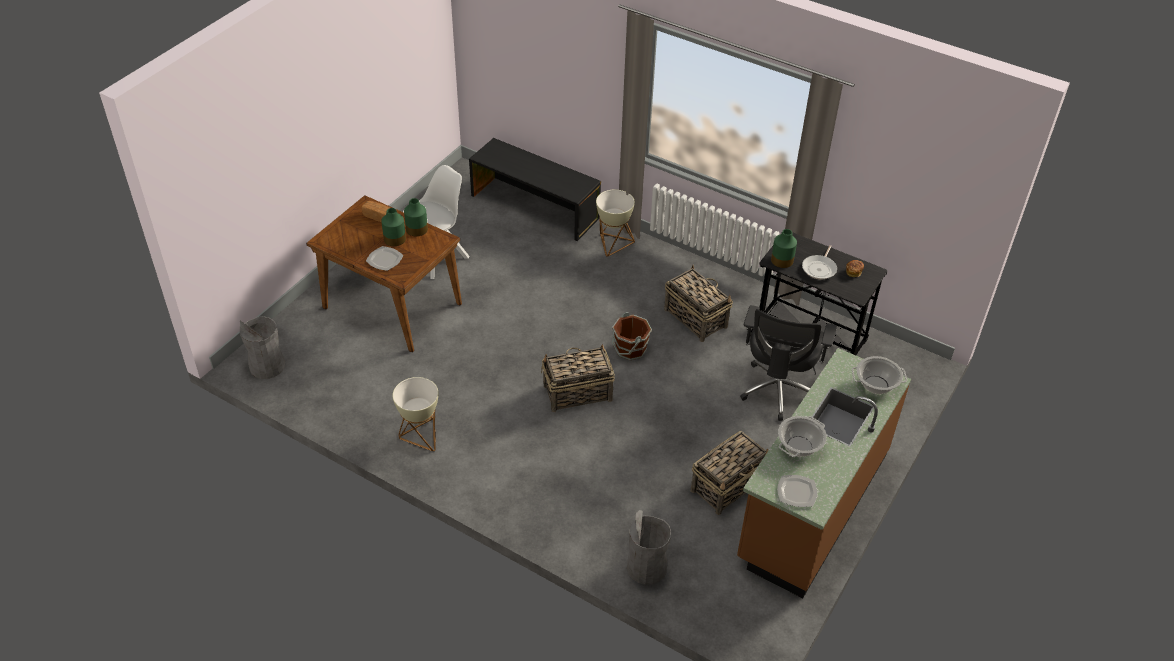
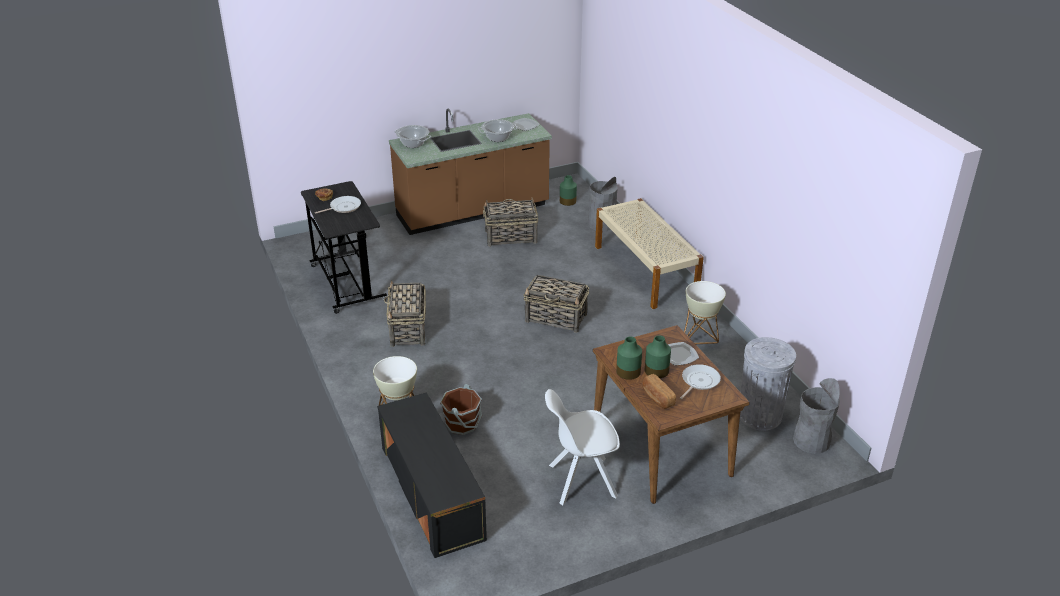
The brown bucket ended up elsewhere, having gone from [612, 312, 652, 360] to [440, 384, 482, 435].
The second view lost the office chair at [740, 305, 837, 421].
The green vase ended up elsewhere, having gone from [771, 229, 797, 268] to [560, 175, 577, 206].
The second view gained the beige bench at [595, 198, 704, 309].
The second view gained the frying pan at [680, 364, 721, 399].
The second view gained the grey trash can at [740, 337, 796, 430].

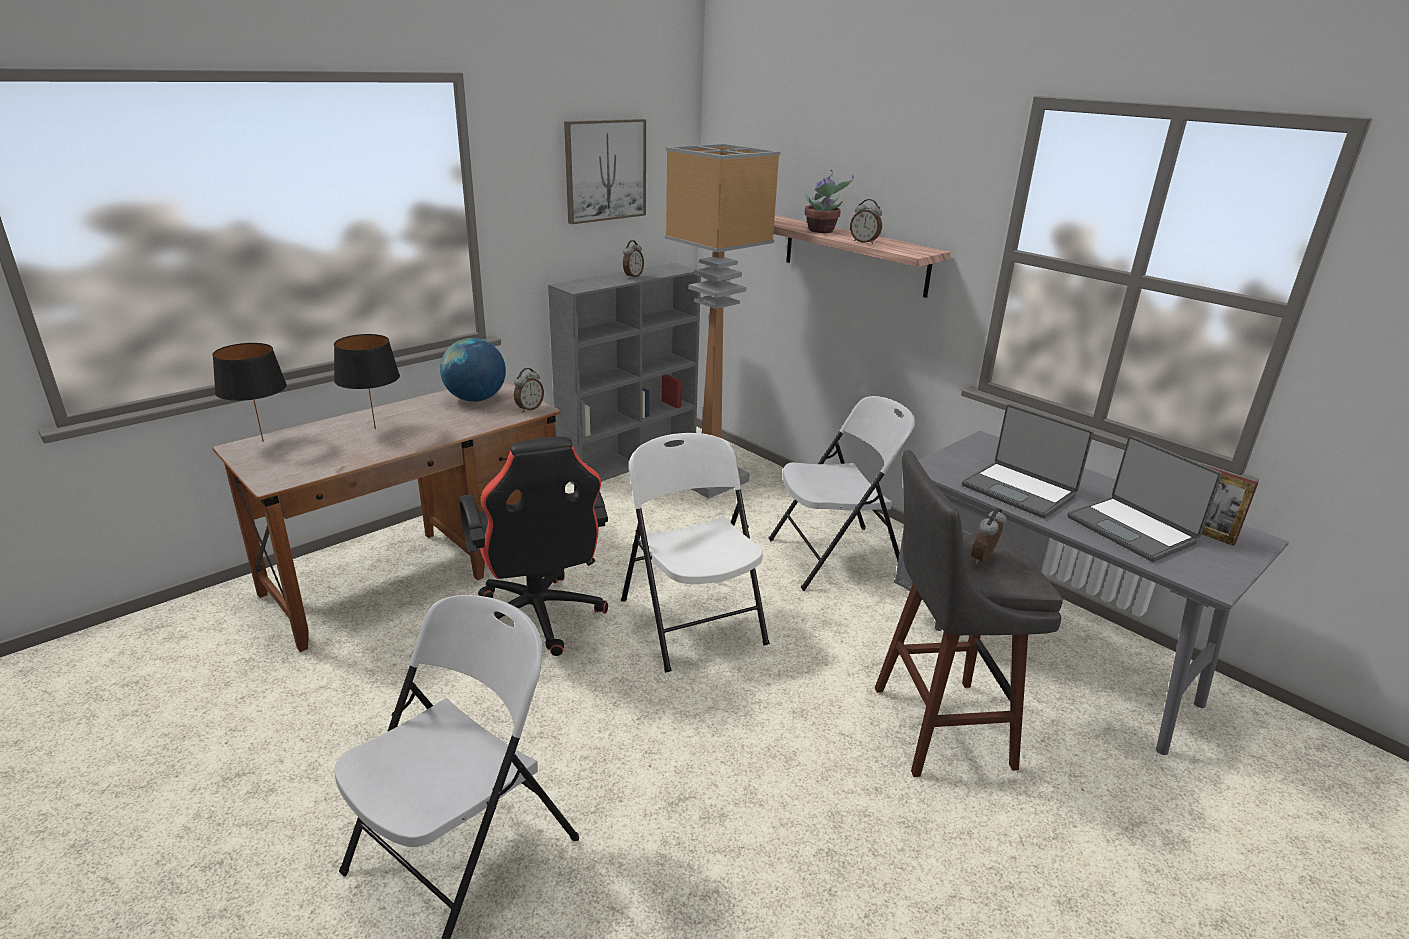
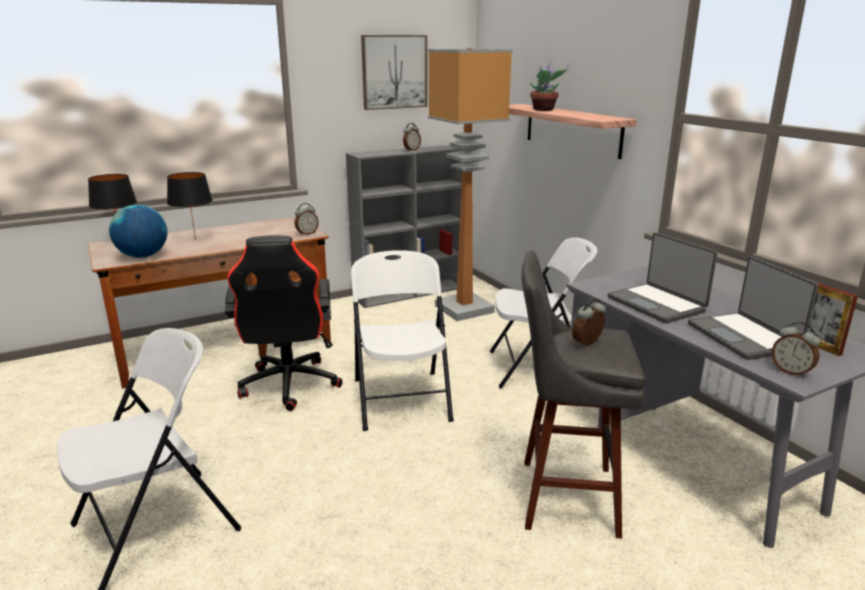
The globe ended up elsewhere, having gone from [440, 338, 506, 402] to [109, 204, 167, 258].
The alarm clock ended up elsewhere, having gone from [850, 199, 882, 244] to [772, 322, 821, 378].

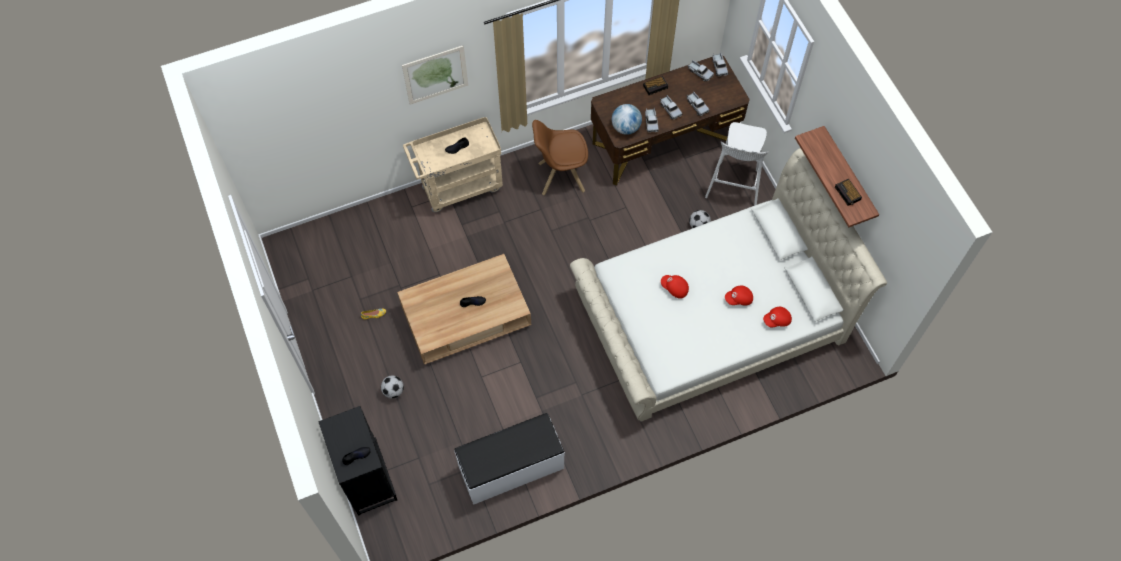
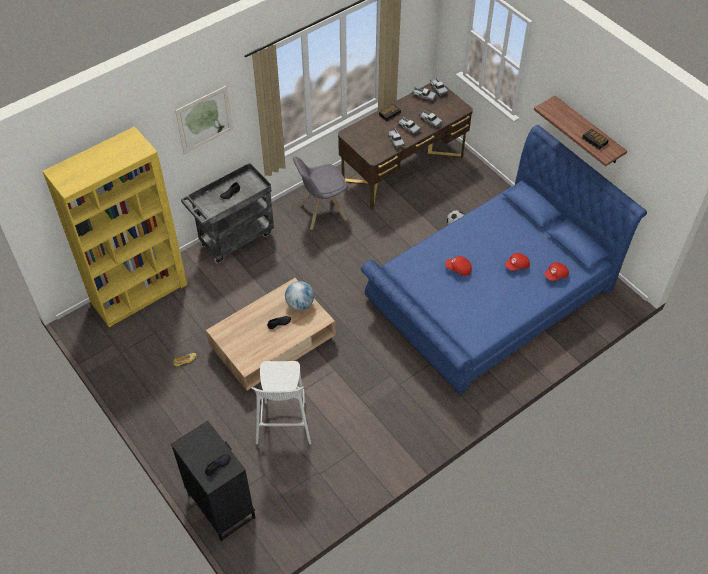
The second view lost the football at [381, 375, 404, 399].
What was the beige cart at [403, 117, 503, 212] turned into the black cart at [181, 163, 274, 263].
The second view lost the white bench at [454, 413, 565, 505].
What was the brown chair at [532, 120, 588, 195] turned into the grey chair at [293, 156, 347, 230].
What was the beige bed at [570, 148, 887, 421] turned into the blue bed at [361, 125, 647, 394].
The globe ended up elsewhere, having gone from [612, 104, 642, 135] to [285, 281, 314, 310].
The white stool ended up elsewhere, having gone from [705, 122, 769, 206] to [251, 361, 311, 445].
The second view gained the yellow bookcase at [42, 126, 187, 327].

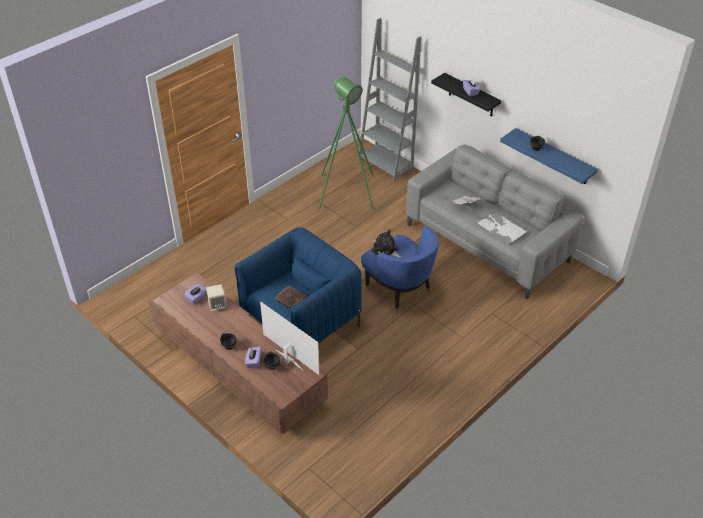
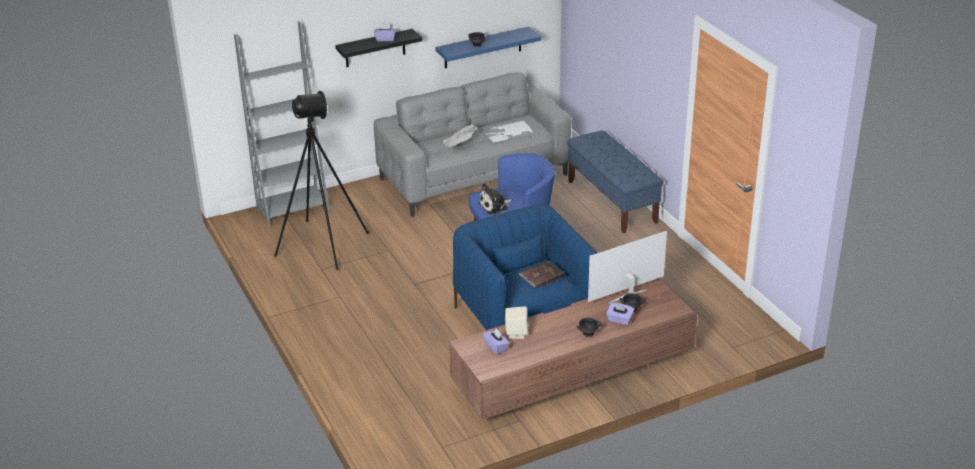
What was the green floor lamp at [318, 77, 374, 210] turned into the black floor lamp at [274, 91, 369, 270].
The second view gained the blue bench at [567, 131, 663, 233].

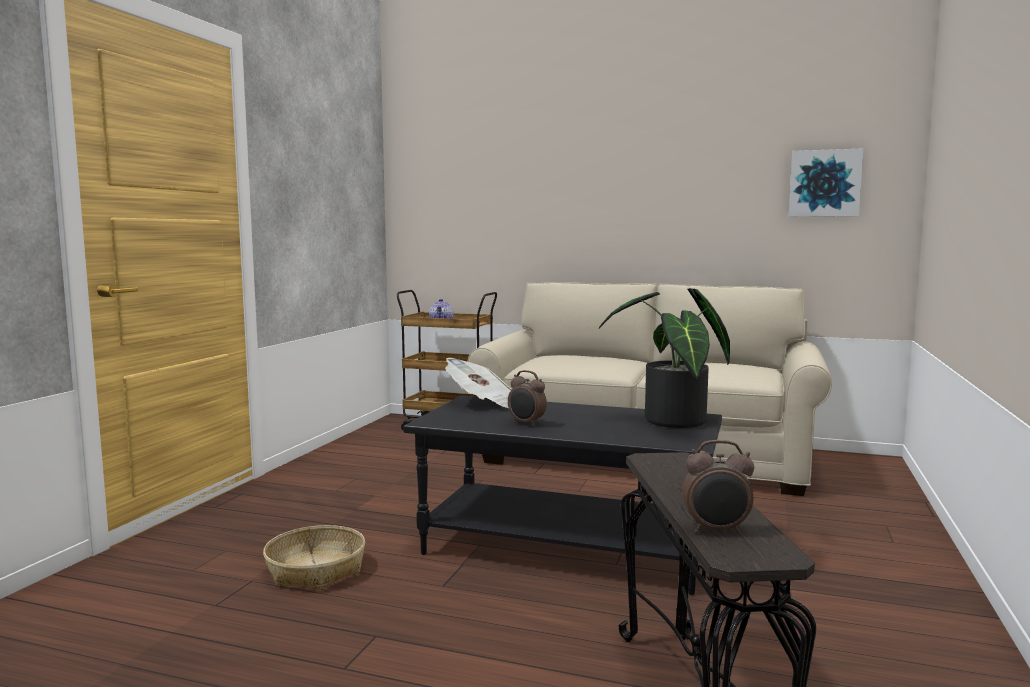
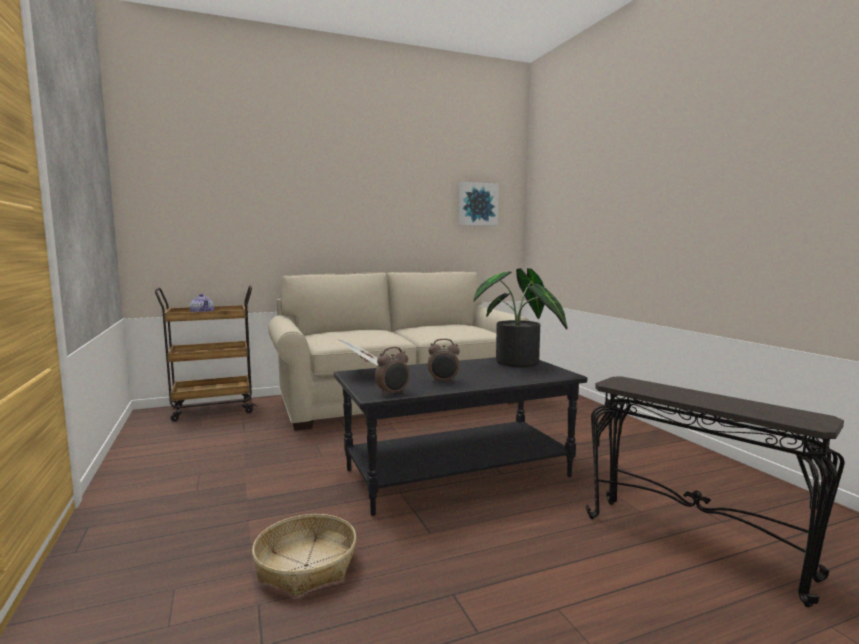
The alarm clock ended up elsewhere, having gone from [682, 440, 754, 534] to [375, 347, 410, 397].

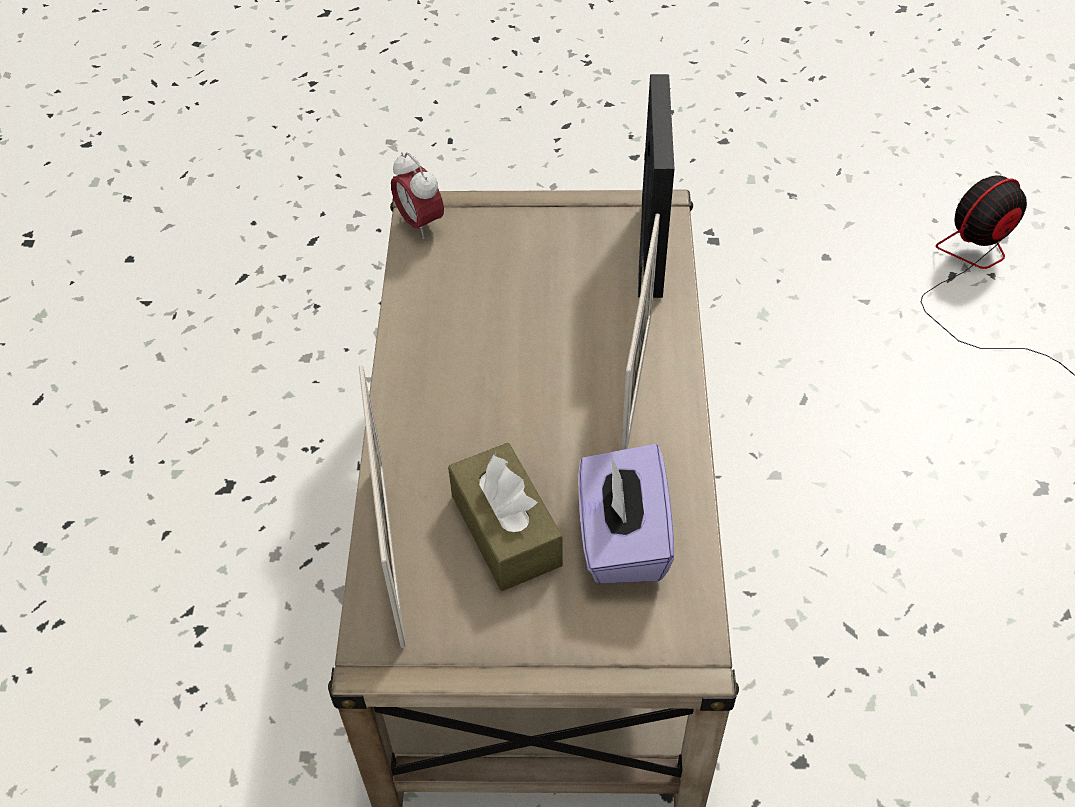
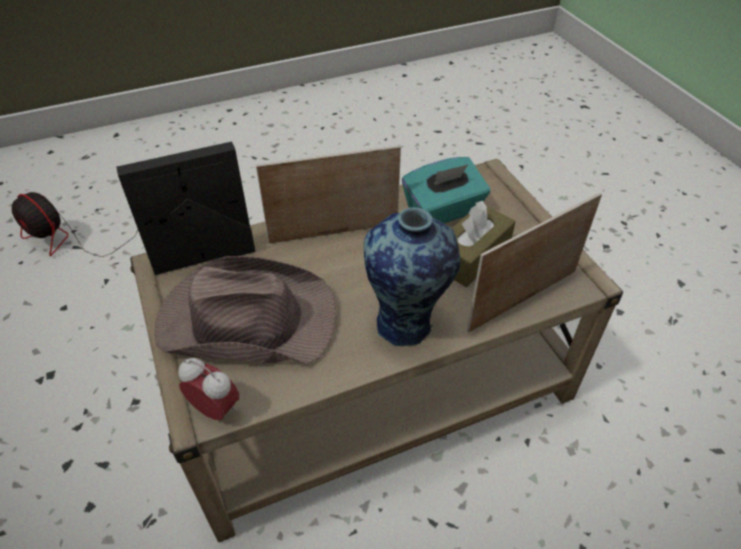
The alarm clock at [391, 152, 444, 239] ended up facing another way, 90 degrees counterclockwise from before.
What was the purple tissue box at [578, 444, 674, 584] turned into the turquoise tissue box at [402, 157, 490, 224].
The second view gained the brown hat at [155, 256, 336, 365].
The second view gained the vase at [364, 207, 460, 346].

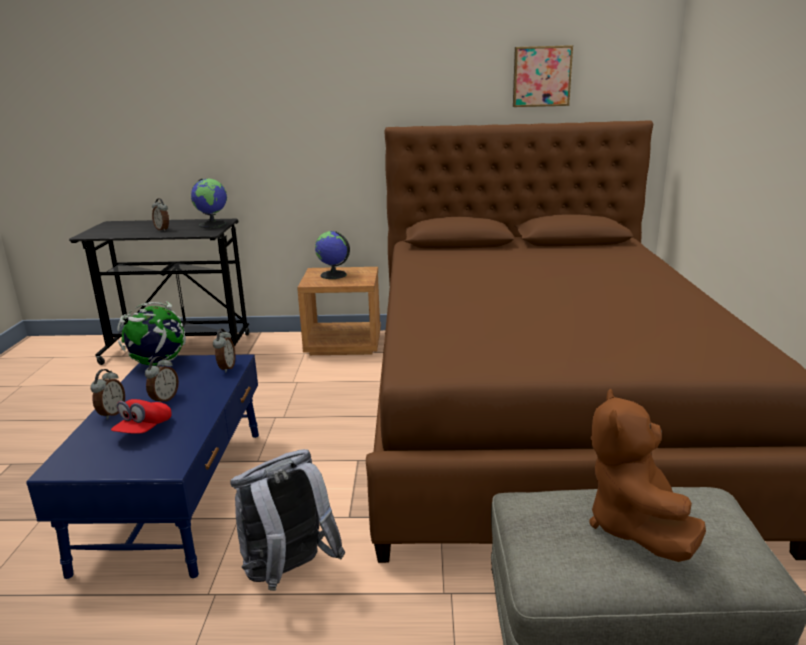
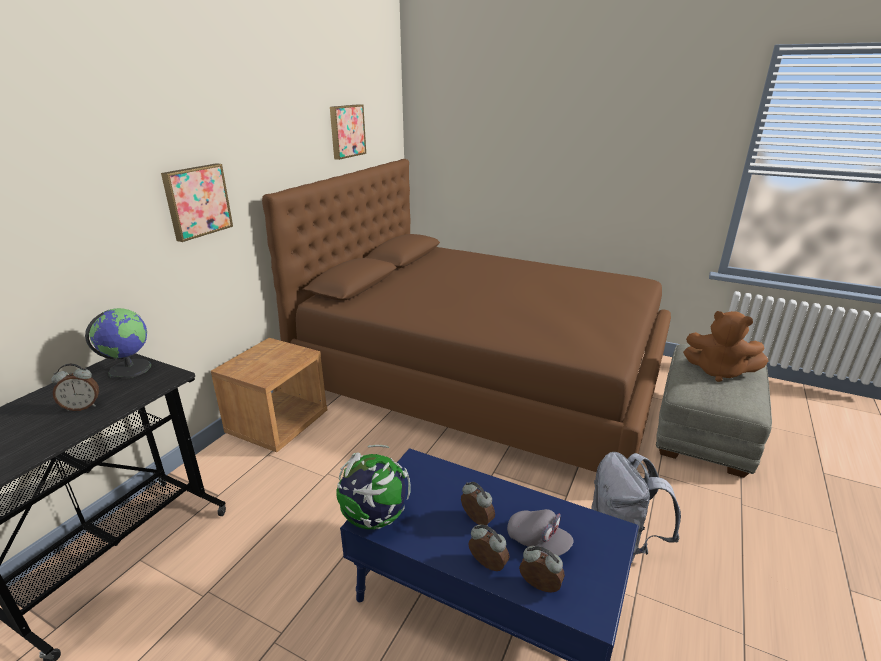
What was the red cap at [111, 399, 171, 434] turned into the grey cap at [507, 509, 574, 556].
The alarm clock ended up elsewhere, having gone from [213, 329, 236, 373] to [519, 546, 565, 592].
The second view lost the globe at [315, 231, 350, 279].
The second view gained the picture at [161, 163, 233, 242].

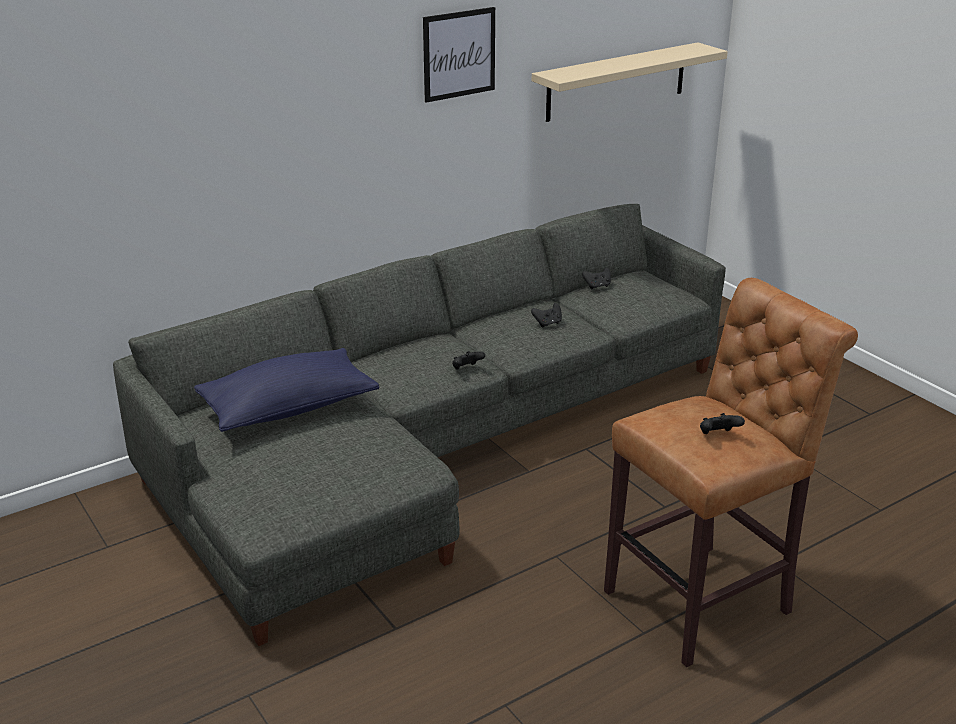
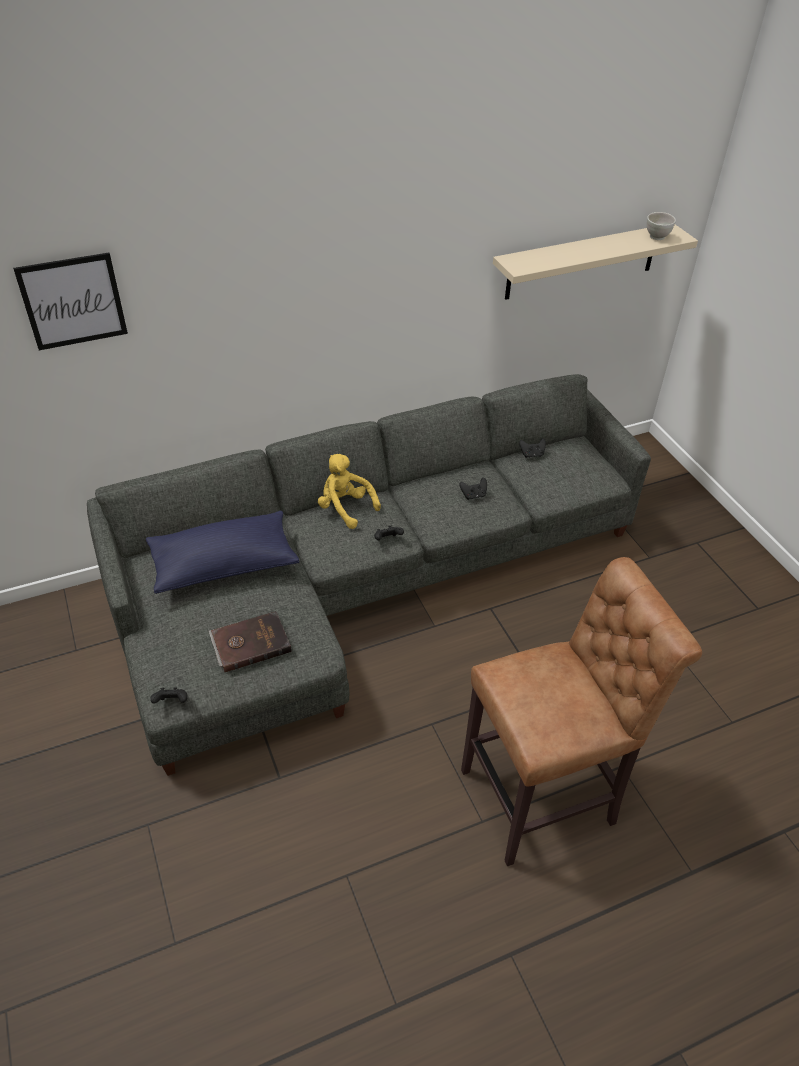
The picture ended up elsewhere, having gone from [423, 7, 495, 103] to [13, 253, 128, 350].
The black game controller ended up elsewhere, having gone from [700, 413, 745, 434] to [150, 687, 187, 704].
The second view gained the brown book at [209, 611, 292, 672].
The second view gained the yellow plush toy at [318, 454, 381, 529].
The second view gained the white bowl at [647, 212, 676, 240].

